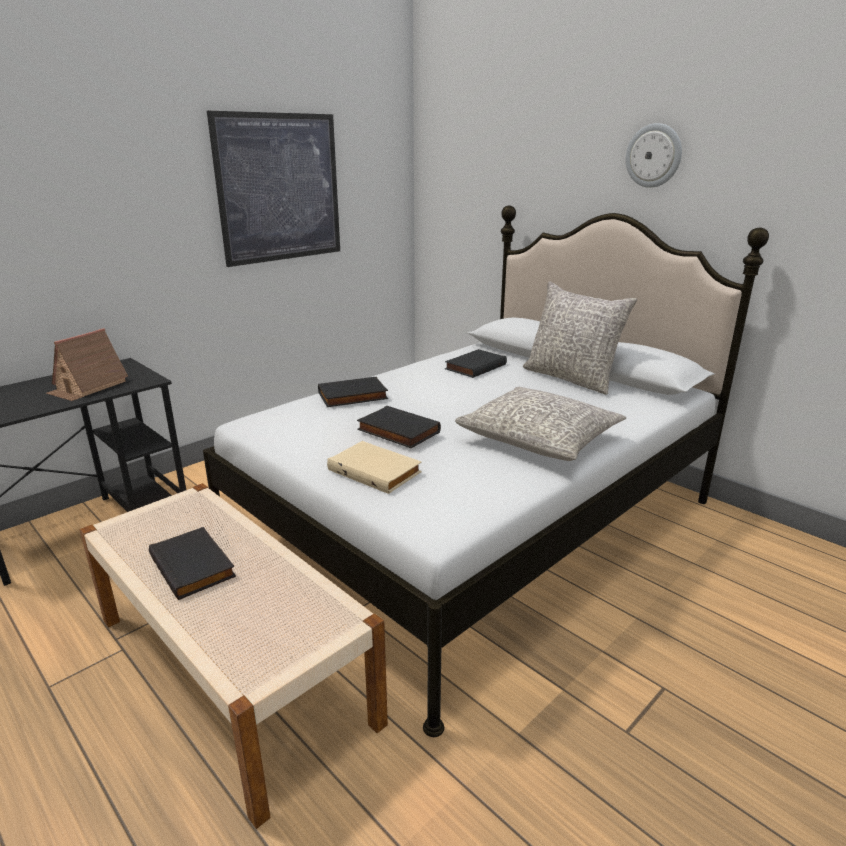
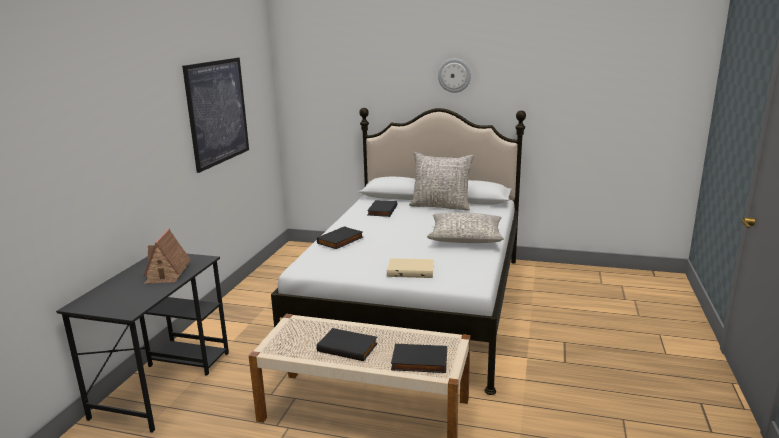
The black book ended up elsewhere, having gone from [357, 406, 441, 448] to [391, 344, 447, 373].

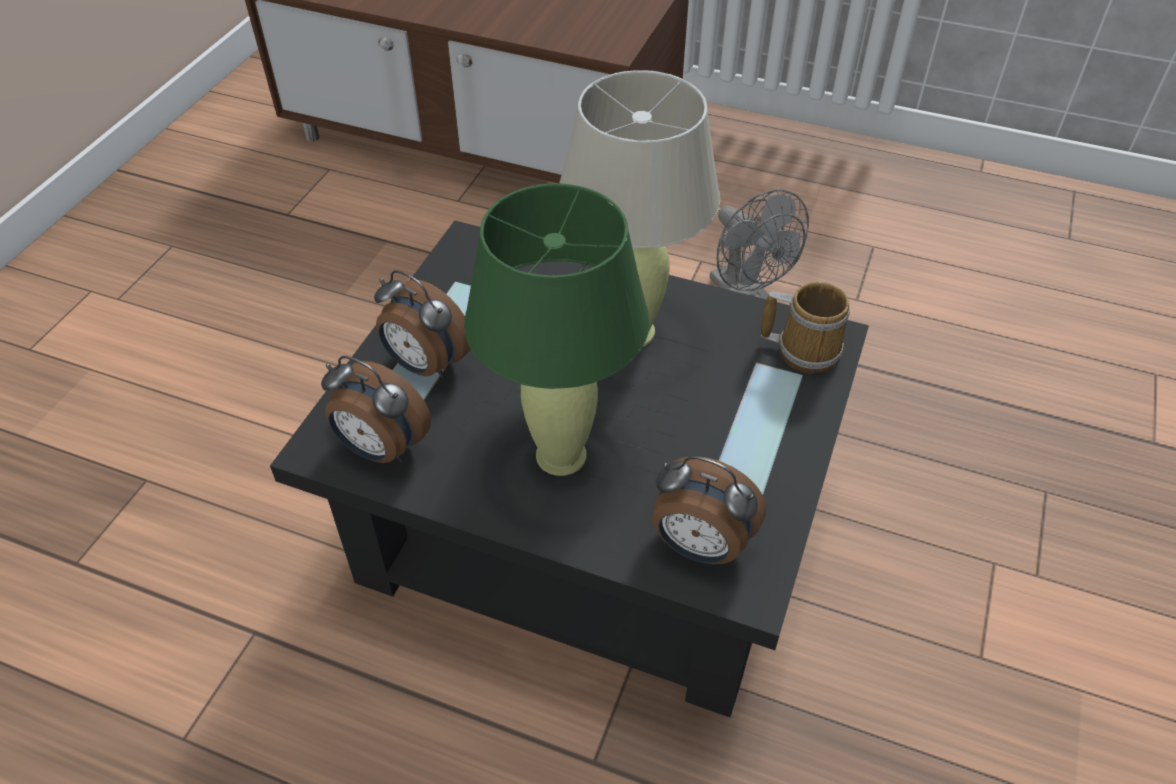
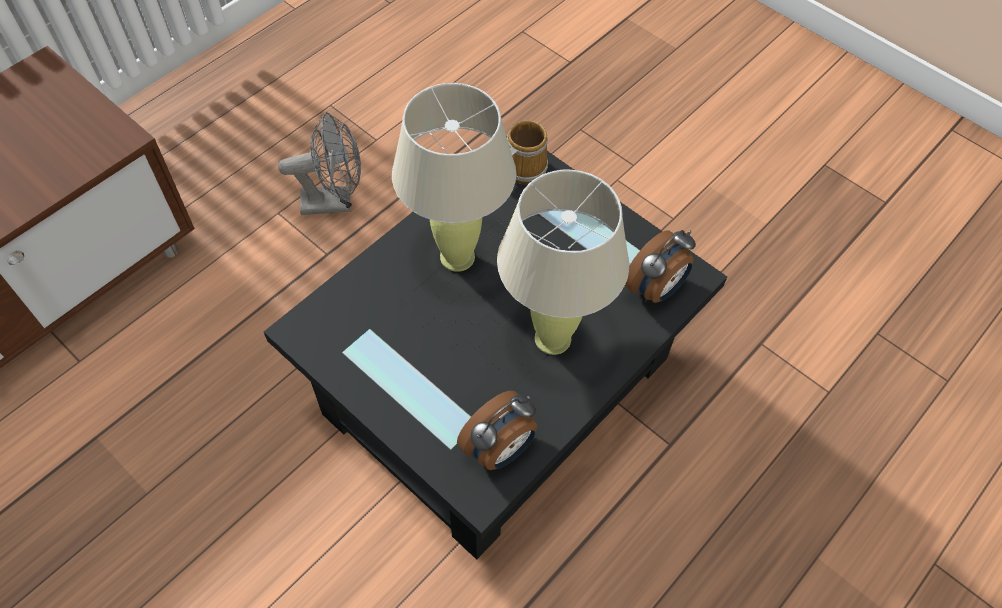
The second view lost the alarm clock at [374, 270, 471, 378].
What was the green table lamp at [464, 183, 650, 476] turned into the beige table lamp at [497, 170, 629, 355].

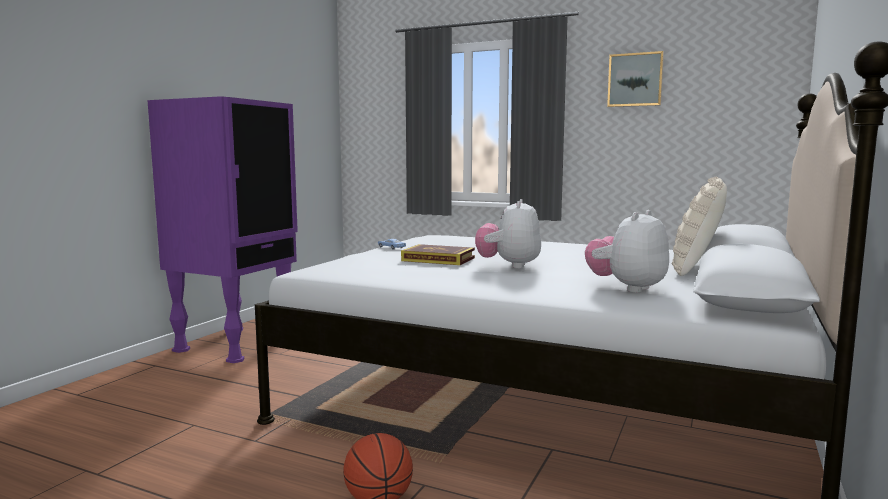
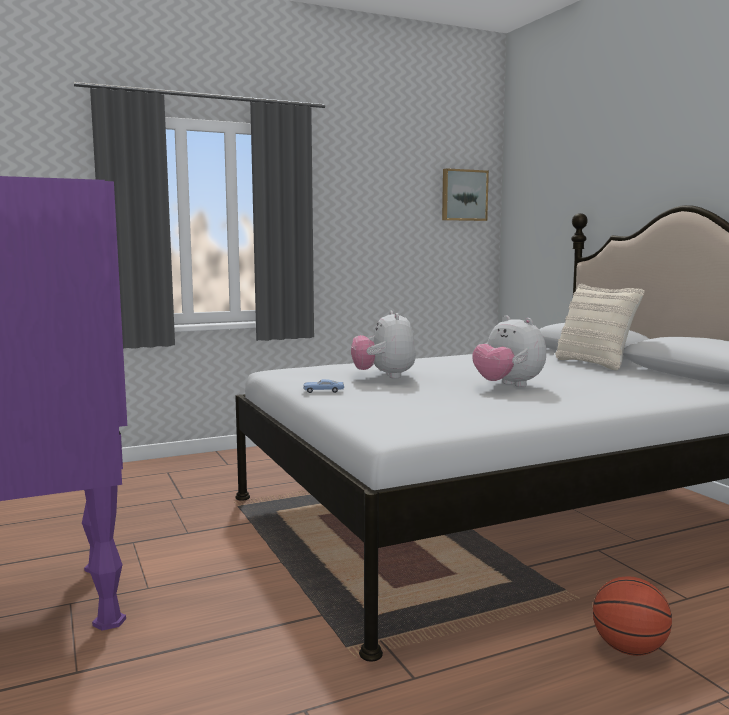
The second view lost the book at [401, 244, 475, 265].
The plush toy ended up elsewhere, having gone from [585, 210, 669, 293] to [351, 310, 416, 379].
The picture ended up elsewhere, having gone from [607, 51, 664, 107] to [442, 168, 489, 221].

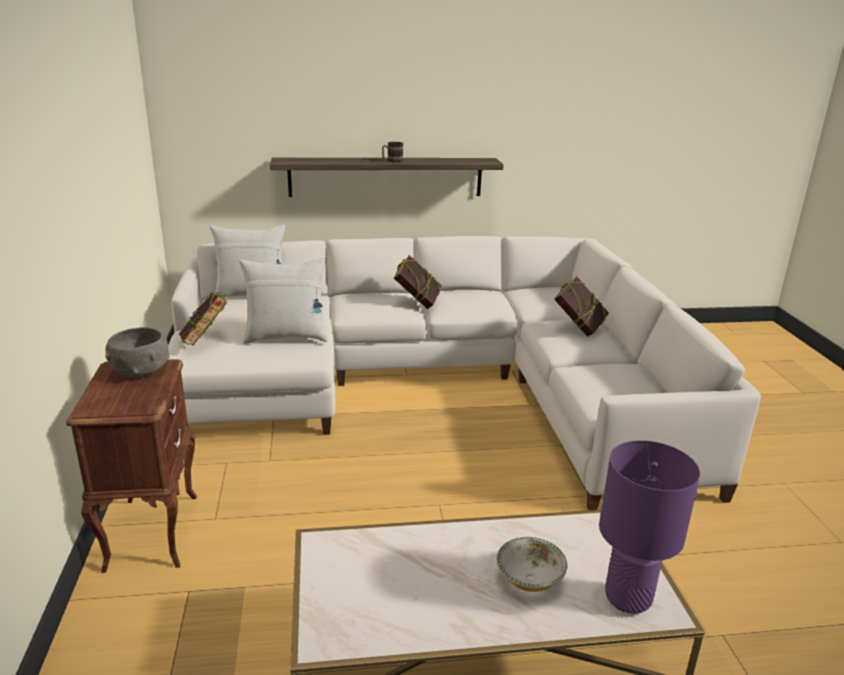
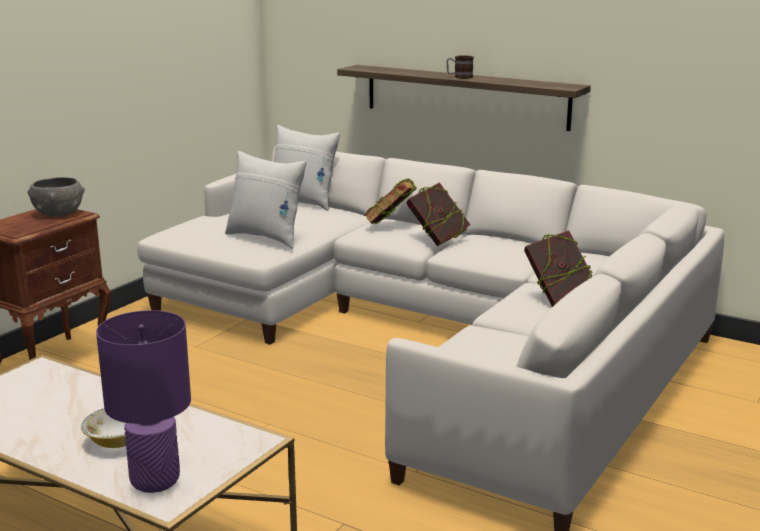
The book ended up elsewhere, having gone from [179, 292, 227, 346] to [364, 179, 417, 224].

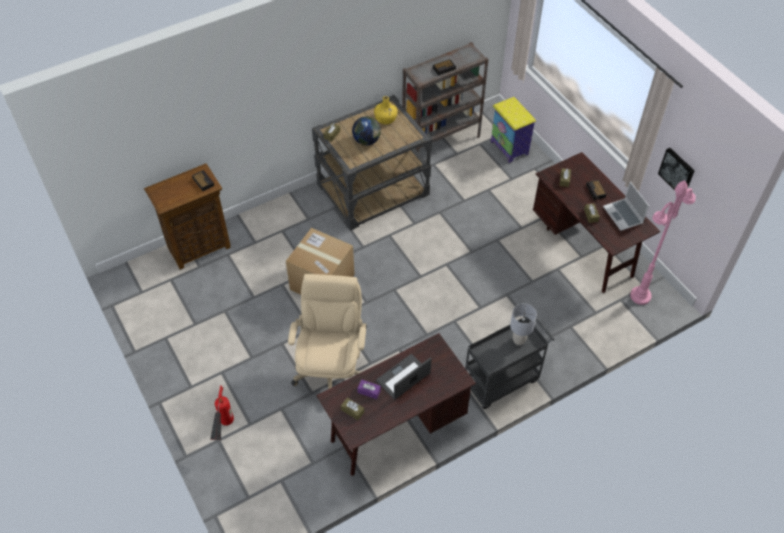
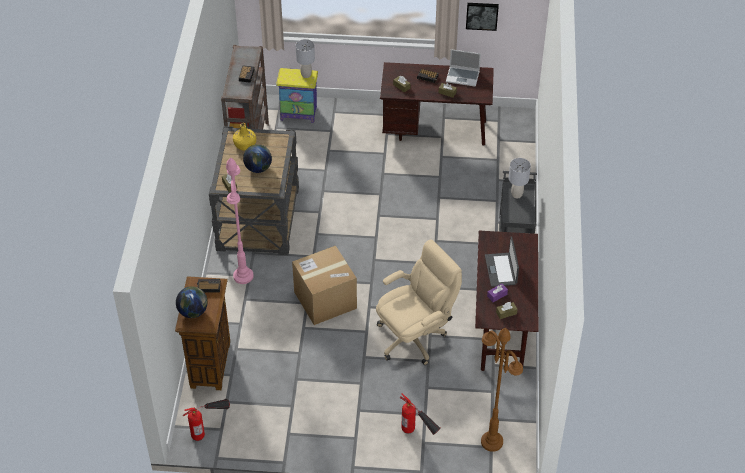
The beige office chair at [288, 274, 367, 389] ended up facing another way, 105 degrees clockwise from before.
The pink floor lamp ended up elsewhere, having gone from [630, 180, 696, 305] to [226, 157, 254, 284].
The second view gained the globe at [176, 287, 208, 318].
The second view gained the fire extinguisher at [183, 399, 230, 441].
The second view gained the grey table lamp at [295, 39, 315, 78].
The second view gained the brown floor lamp at [481, 328, 523, 452].

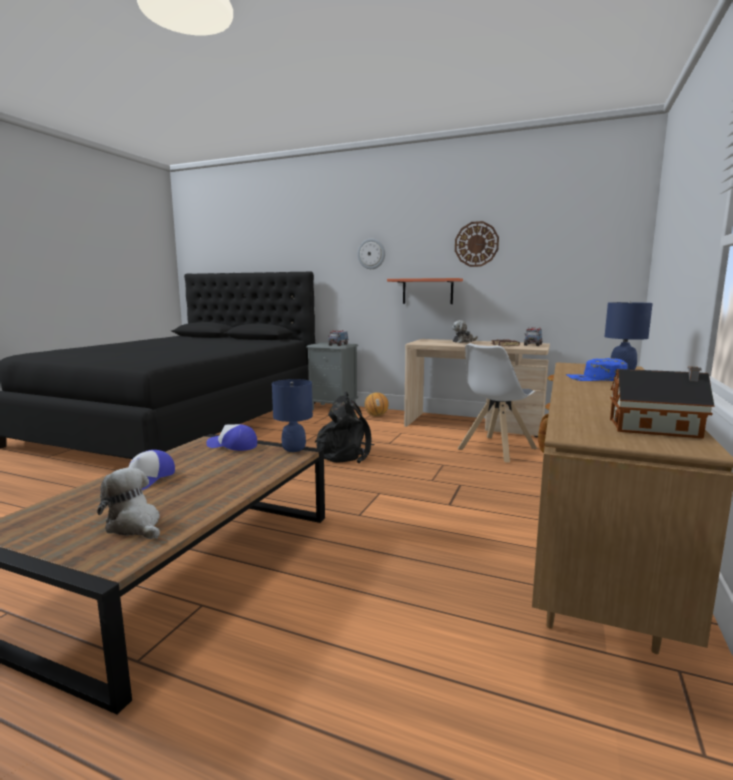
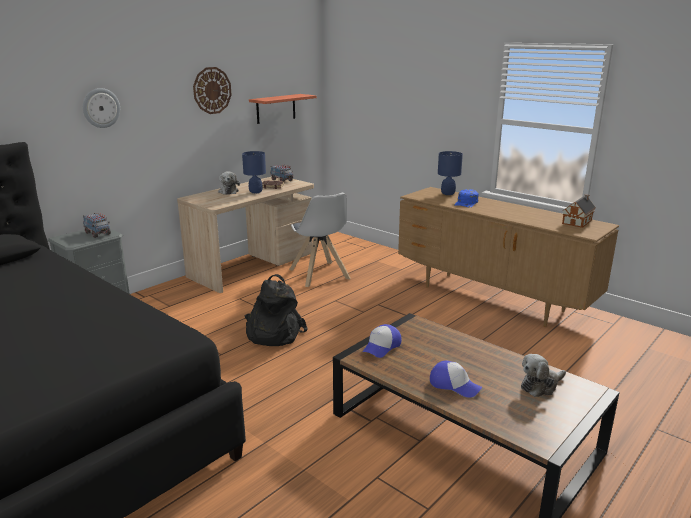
The blue table lamp ended up elsewhere, having gone from [272, 379, 313, 452] to [242, 151, 266, 194].
The second view lost the basketball at [364, 392, 389, 417].
The shelf ended up elsewhere, having gone from [387, 278, 463, 304] to [249, 94, 317, 124].

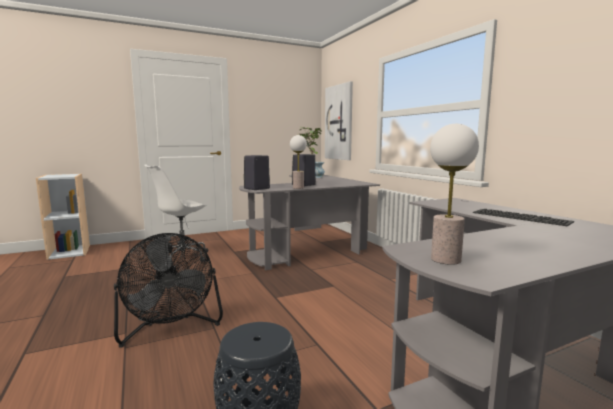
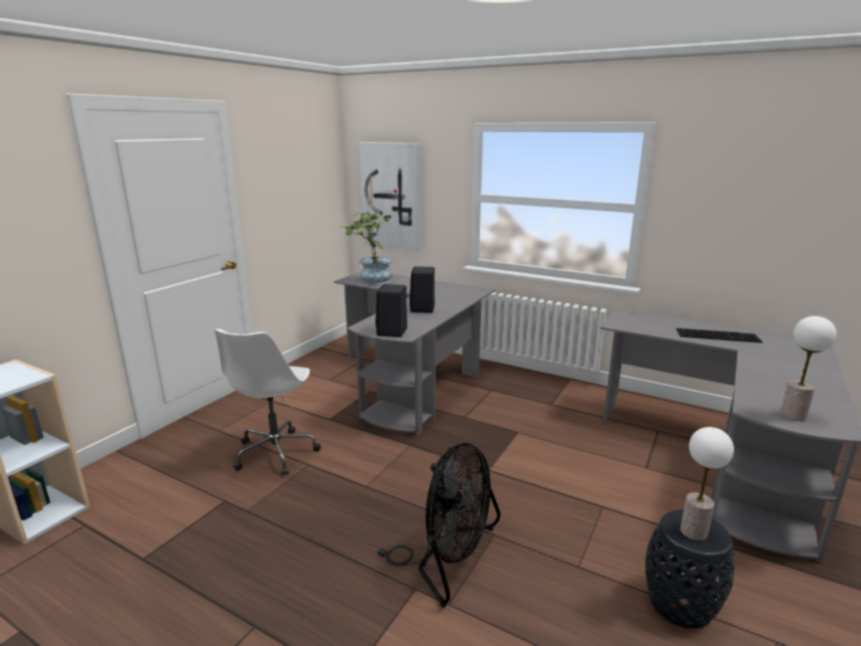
The table lamp ended up elsewhere, having gone from [290, 135, 307, 189] to [680, 427, 734, 541].

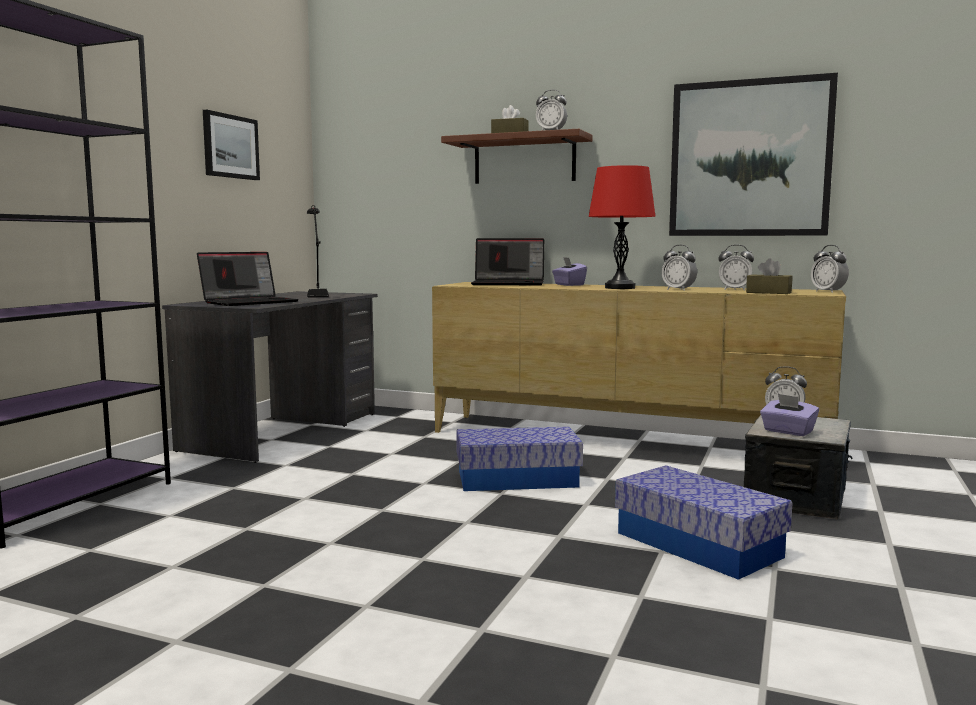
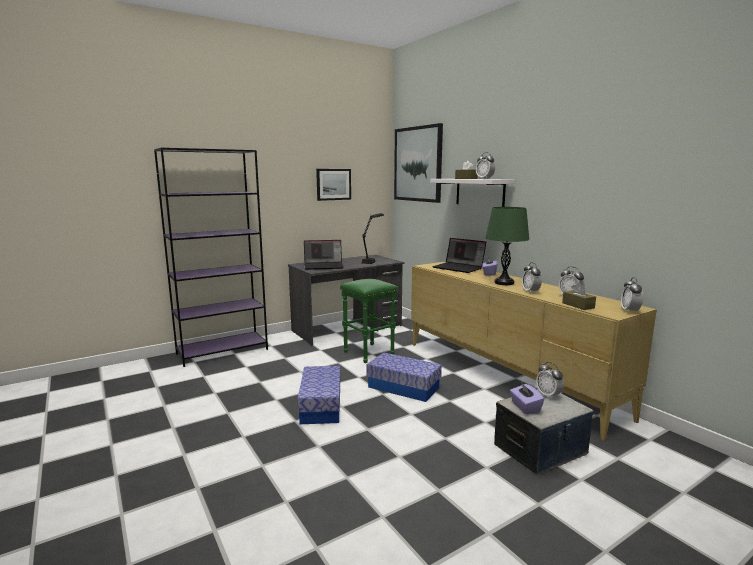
What was the brown shelf at [441, 129, 592, 184] turned into the white shelf at [430, 179, 514, 207].
What was the red table lamp at [588, 165, 655, 289] turned into the green table lamp at [486, 207, 529, 285].
The storage box ended up elsewhere, having gone from [615, 465, 792, 580] to [297, 366, 340, 424].
The picture ended up elsewhere, having gone from [669, 73, 838, 236] to [394, 123, 443, 203].
The second view gained the green stool at [340, 279, 398, 363].

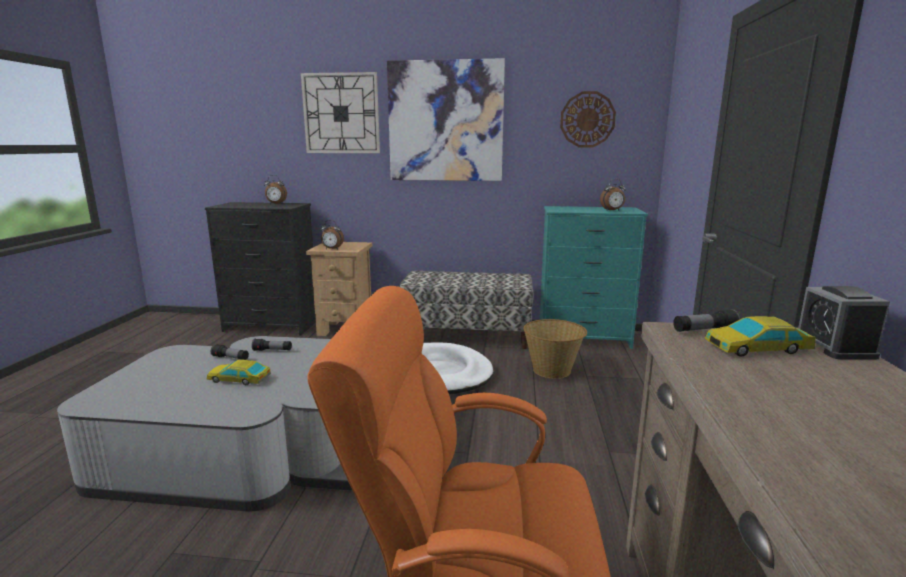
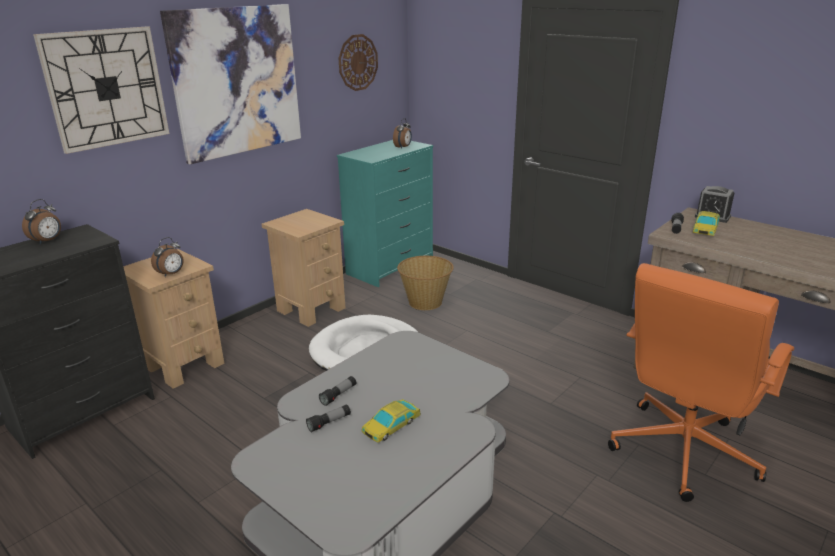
Where the bench stood at [399, 271, 533, 349], the beige nightstand came to stand at [262, 209, 346, 327].

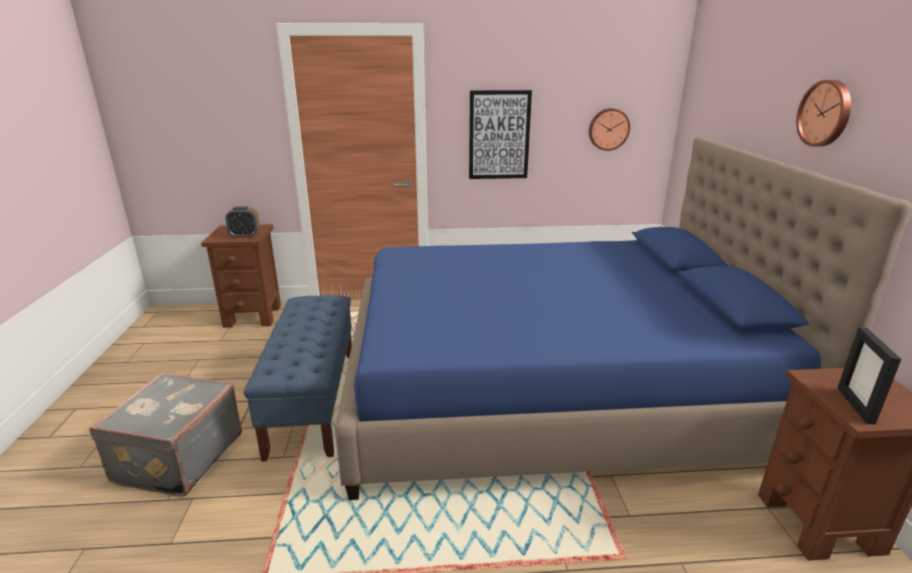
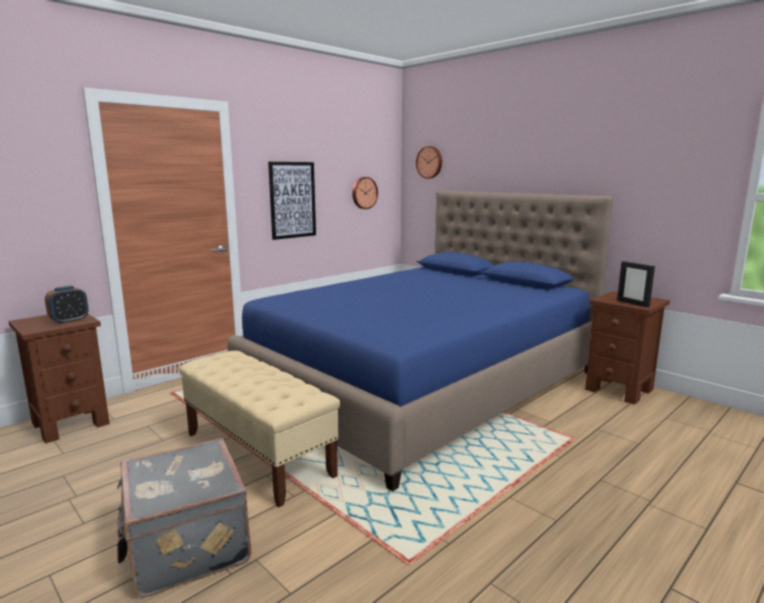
What was the blue bench at [244, 295, 352, 462] turned into the beige bench at [179, 351, 340, 507].
The wall clock ended up elsewhere, having gone from [796, 80, 851, 147] to [416, 146, 442, 179].

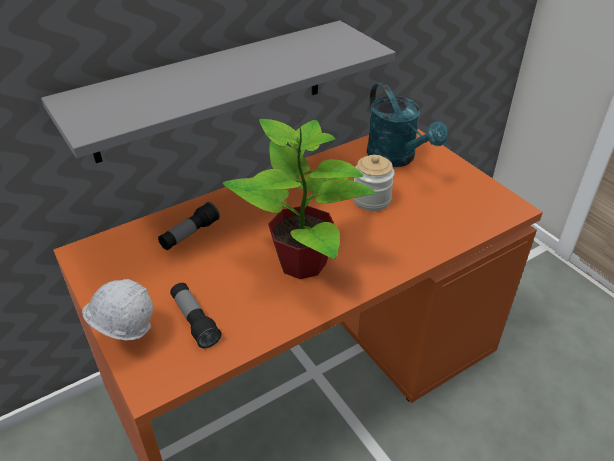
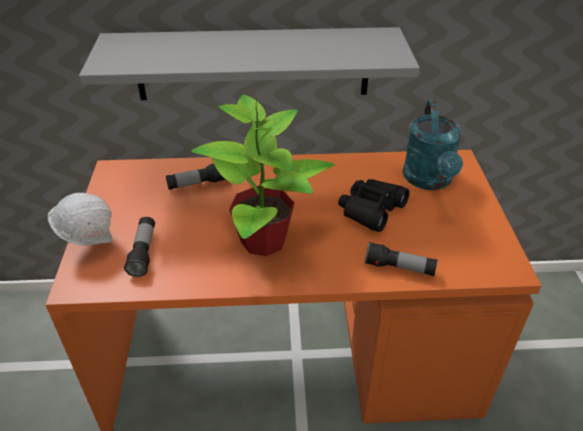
Where the jar stood at [353, 155, 395, 211], the black binoculars came to stand at [338, 179, 409, 232].
The second view gained the flashlight at [365, 242, 438, 276].

